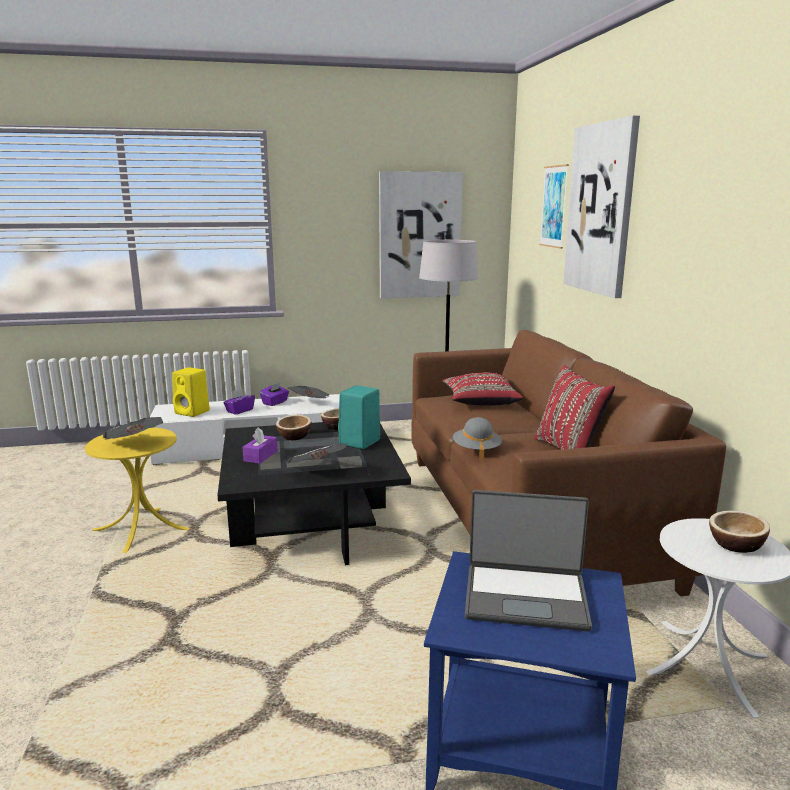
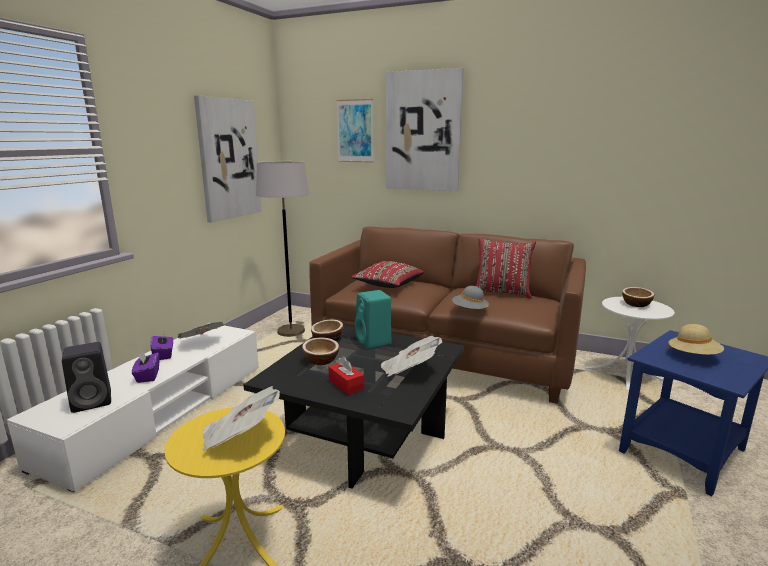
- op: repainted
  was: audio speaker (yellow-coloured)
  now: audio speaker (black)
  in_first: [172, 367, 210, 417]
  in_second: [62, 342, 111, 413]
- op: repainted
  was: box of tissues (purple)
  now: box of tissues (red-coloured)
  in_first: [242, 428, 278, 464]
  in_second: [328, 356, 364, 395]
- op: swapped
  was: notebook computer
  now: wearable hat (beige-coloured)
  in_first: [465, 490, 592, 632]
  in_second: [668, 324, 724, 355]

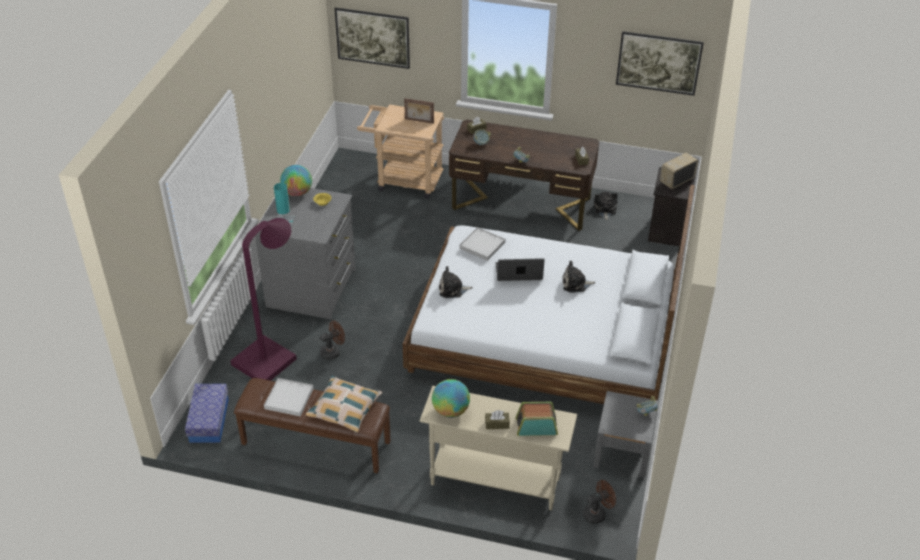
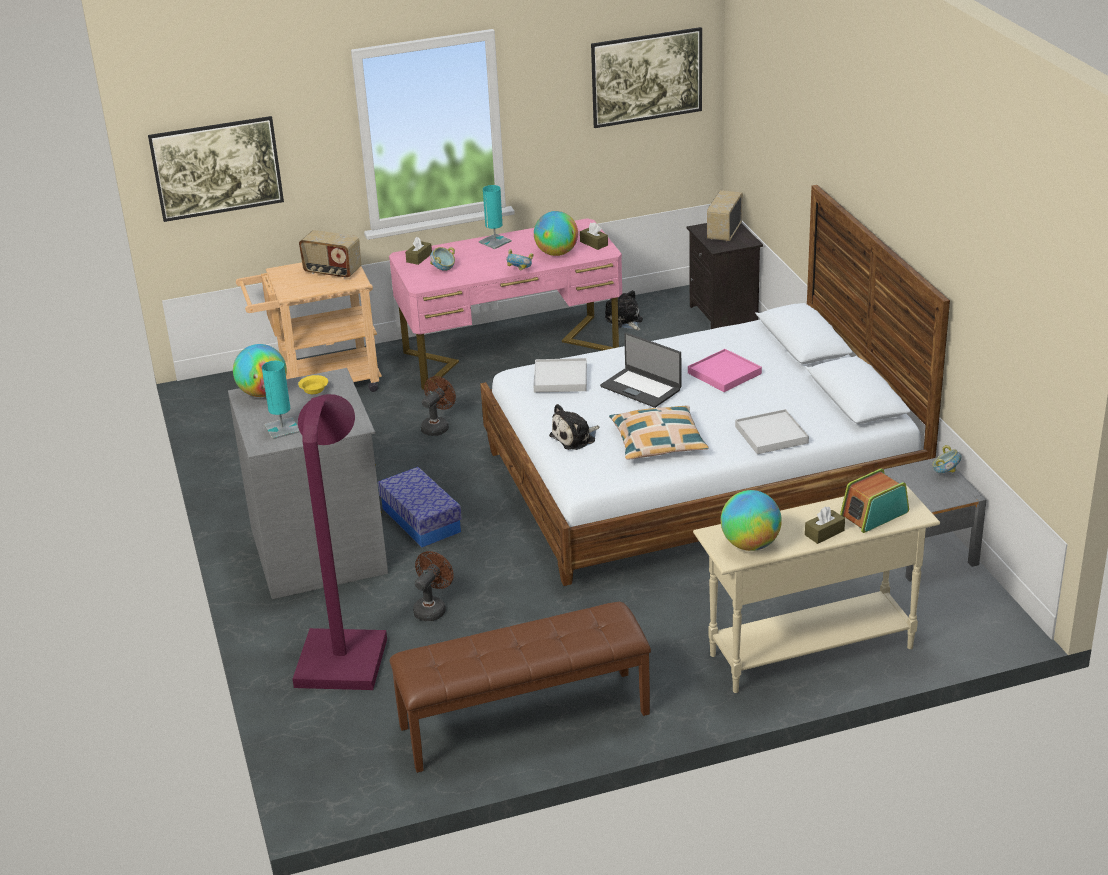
- op: shifted
  was: storage box
  in_first: [185, 384, 229, 443]
  in_second: [378, 467, 462, 547]
- op: shifted
  was: tray (white)
  in_first: [264, 378, 314, 416]
  in_second: [735, 409, 809, 454]
- op: shifted
  was: pillow
  in_first: [306, 376, 382, 433]
  in_second: [609, 406, 709, 459]
- op: swapped
  was: photo frame
  now: radio set
  in_first: [404, 98, 434, 123]
  in_second: [299, 230, 361, 279]
- op: repainted
  was: desk table (brownish)
  now: desk table (pink)
  in_first: [449, 120, 599, 231]
  in_second: [389, 218, 622, 390]
- op: rotated
  was: notebook computer
  in_first: [496, 258, 545, 281]
  in_second: [600, 332, 681, 408]
  clockwise: -105
- op: swapped
  was: plush toy
  now: tray (pink)
  in_first: [562, 261, 595, 293]
  in_second: [688, 349, 762, 392]
- op: shifted
  was: fan (brownish)
  in_first: [583, 480, 616, 524]
  in_second: [421, 376, 456, 436]
- op: new
  now: lamp for a table (turquoise)
  in_second: [479, 185, 511, 249]
- op: new
  now: desk globe
  in_second: [534, 211, 578, 256]

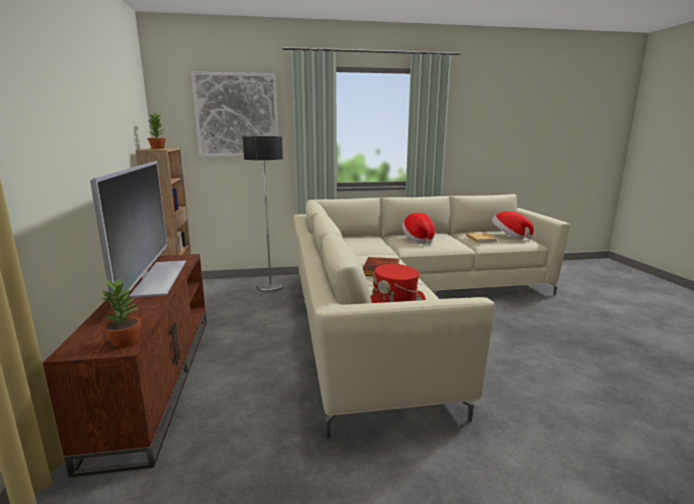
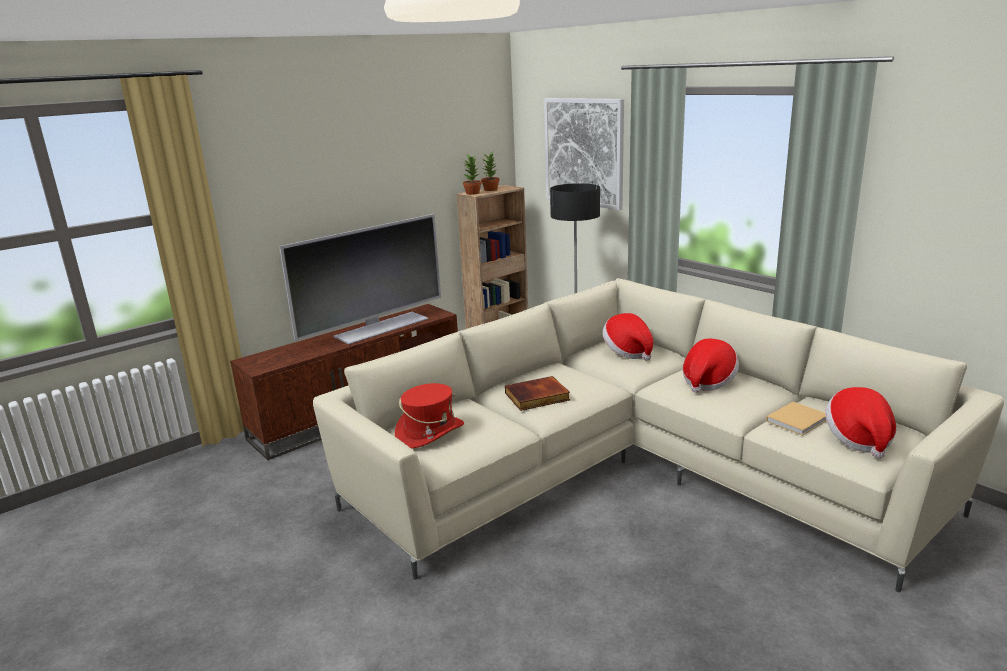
- op: shifted
  was: plant in a pot
  in_first: [101, 278, 141, 347]
  in_second: [463, 154, 482, 195]
- op: new
  now: wearable hat
  in_second: [602, 313, 653, 360]

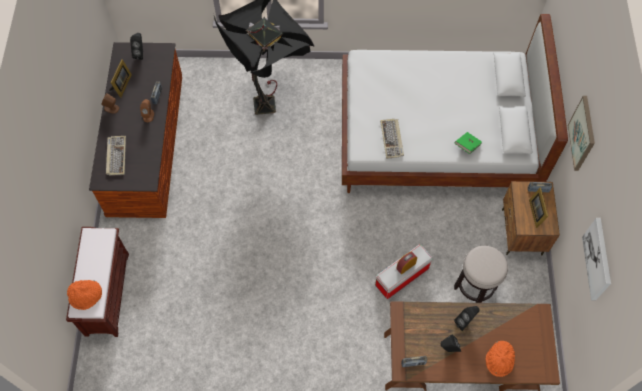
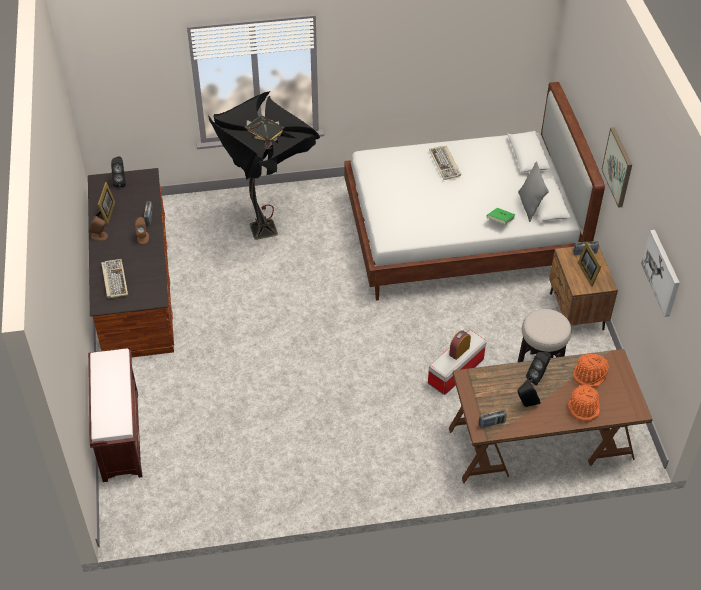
- op: shifted
  was: wearable hat (orangey)
  in_first: [67, 280, 102, 310]
  in_second: [573, 354, 609, 387]
- op: shifted
  was: PC keyboard
  in_first: [380, 119, 404, 159]
  in_second: [429, 146, 461, 180]
- op: new
  now: pillow (gray)
  in_second: [518, 161, 549, 222]

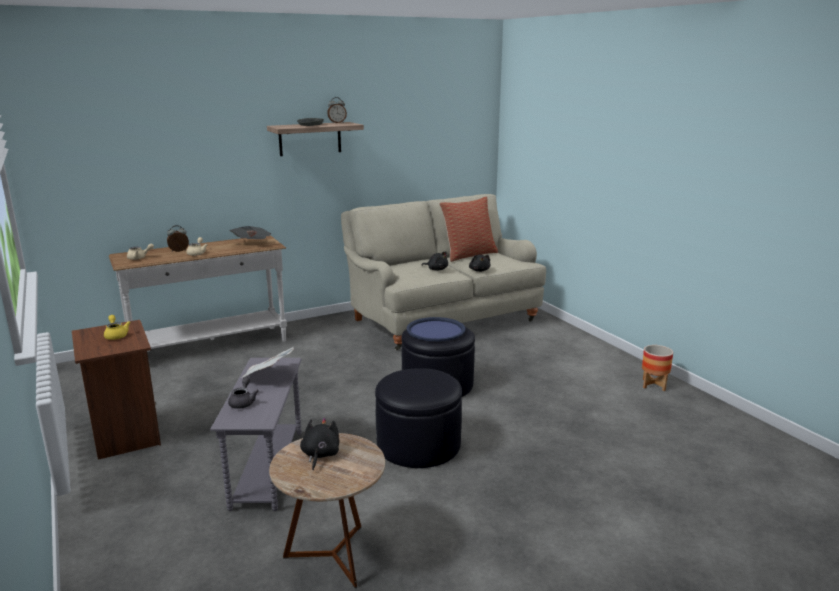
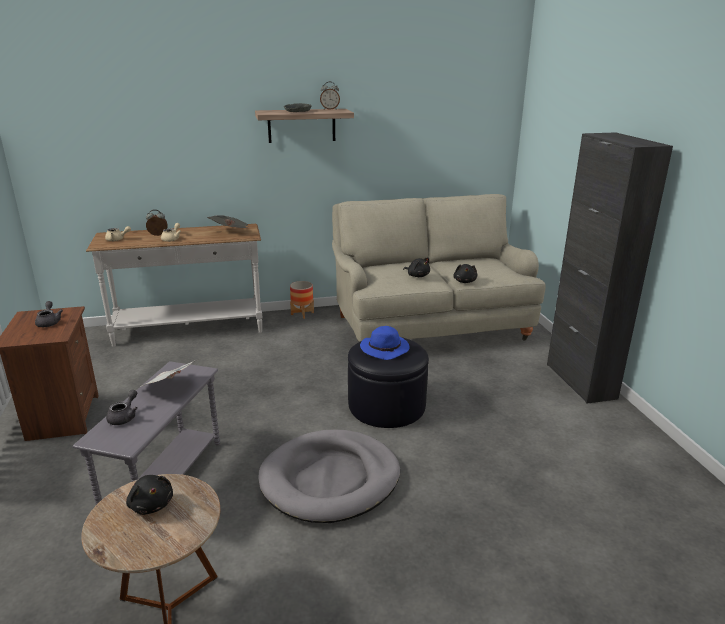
- op: repainted
  was: tea pot (yellow-coloured)
  now: tea pot (gray)
  in_first: [104, 315, 131, 340]
  in_second: [35, 301, 63, 327]
- op: rotated
  was: plush toy (black)
  in_first: [300, 418, 339, 470]
  in_second: [126, 475, 173, 515]
  clockwise: 120
- op: swapped
  was: footrest (black)
  now: dog cushion (gray)
  in_first: [375, 368, 462, 468]
  in_second: [258, 429, 400, 523]
- op: swapped
  was: tray (bluish)
  now: wearable hat (bluish)
  in_first: [407, 317, 465, 341]
  in_second: [360, 326, 410, 360]
- op: gone
  was: pillow
  in_first: [439, 197, 498, 262]
- op: shifted
  was: plant pot
  in_first: [642, 345, 673, 391]
  in_second: [290, 281, 314, 319]
- op: new
  now: cabinet (black)
  in_second: [547, 132, 673, 404]

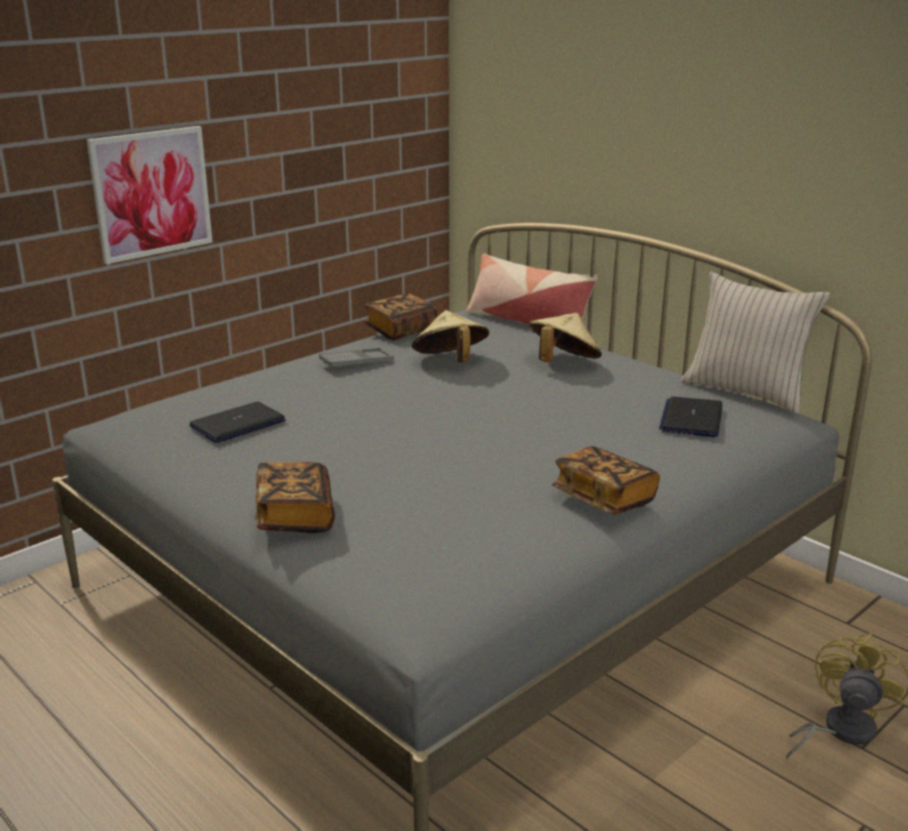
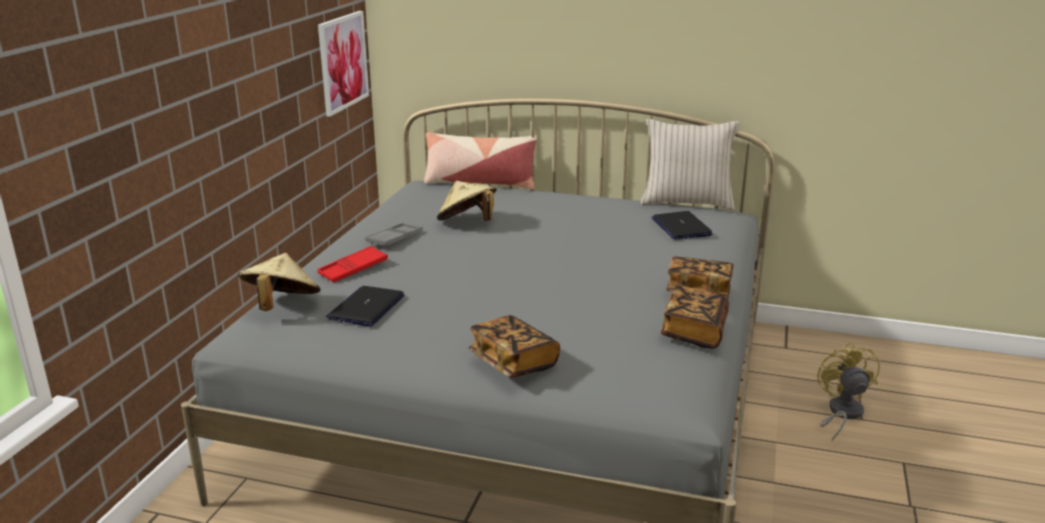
- op: shifted
  was: wall art
  in_first: [86, 126, 213, 264]
  in_second: [318, 11, 369, 117]
- op: shifted
  was: book
  in_first: [364, 293, 437, 340]
  in_second: [660, 285, 729, 349]
- op: shifted
  was: wearable hat (beige-coloured)
  in_first: [529, 313, 602, 362]
  in_second: [238, 253, 321, 311]
- op: new
  now: tray (red-coloured)
  in_second: [317, 246, 388, 283]

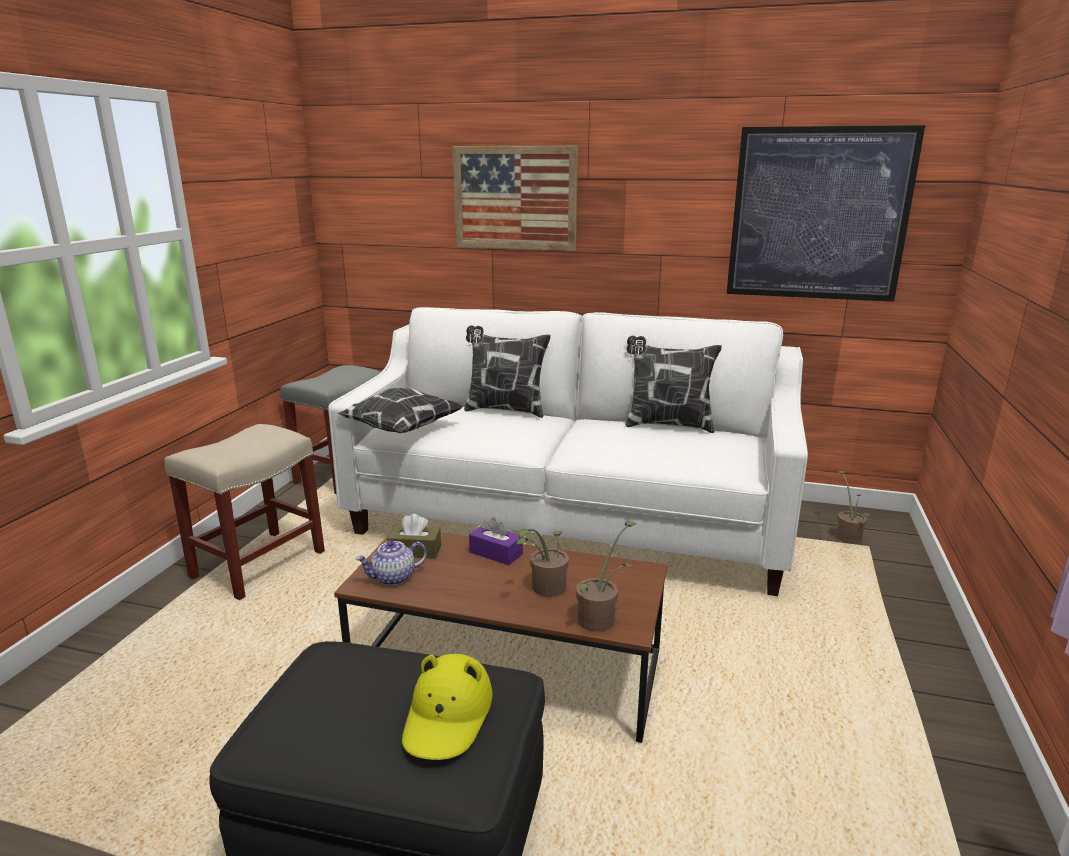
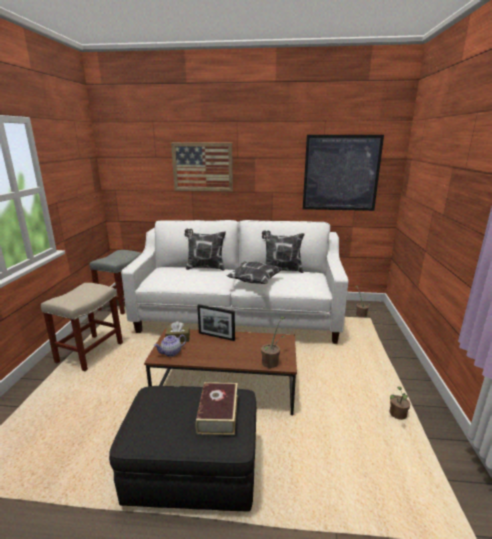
- op: shifted
  was: pillow
  in_first: [338, 388, 463, 434]
  in_second: [227, 261, 283, 284]
- op: swapped
  was: wearable hat (yellow-coloured)
  now: book
  in_first: [402, 654, 493, 760]
  in_second: [195, 382, 238, 435]
- op: swapped
  was: box of tissues (purple)
  now: photo frame
  in_first: [469, 517, 523, 565]
  in_second: [197, 304, 235, 341]
- op: shifted
  was: plant in a pot
  in_first: [516, 529, 569, 597]
  in_second: [389, 386, 410, 420]

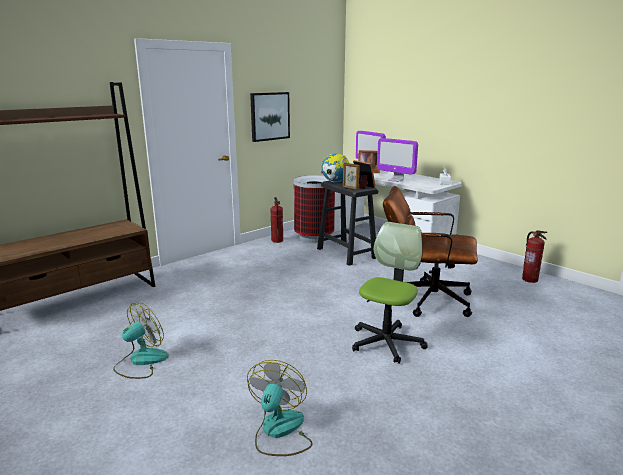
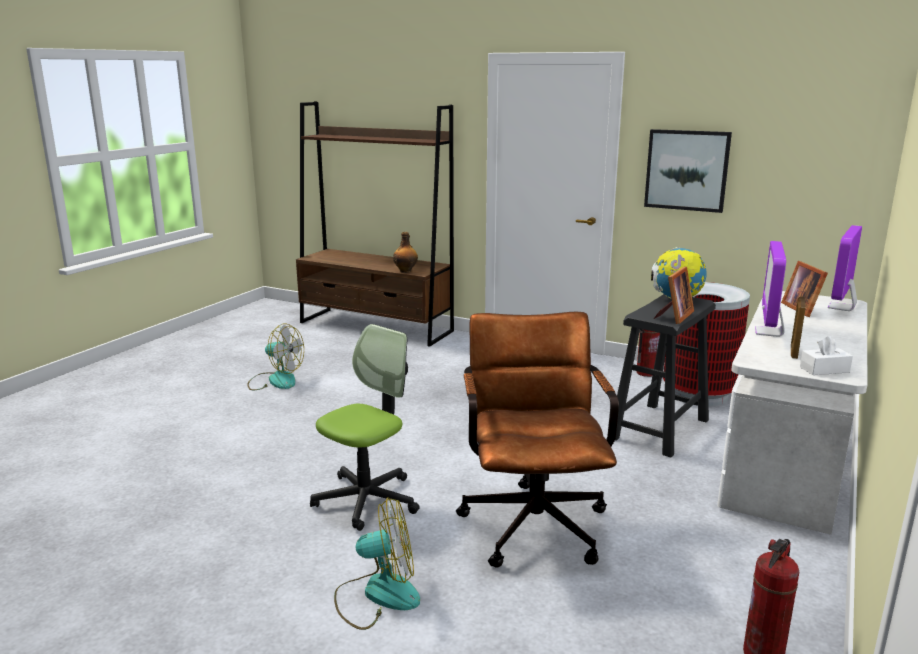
- op: shifted
  was: fan
  in_first: [247, 360, 313, 456]
  in_second: [334, 497, 420, 630]
- op: shifted
  was: photo frame
  in_first: [343, 163, 360, 190]
  in_second: [791, 297, 805, 359]
- op: rotated
  was: computer chair
  in_first: [352, 222, 428, 364]
  in_second: [310, 324, 420, 531]
  clockwise: -60
- op: new
  now: bottle
  in_second: [393, 232, 418, 273]

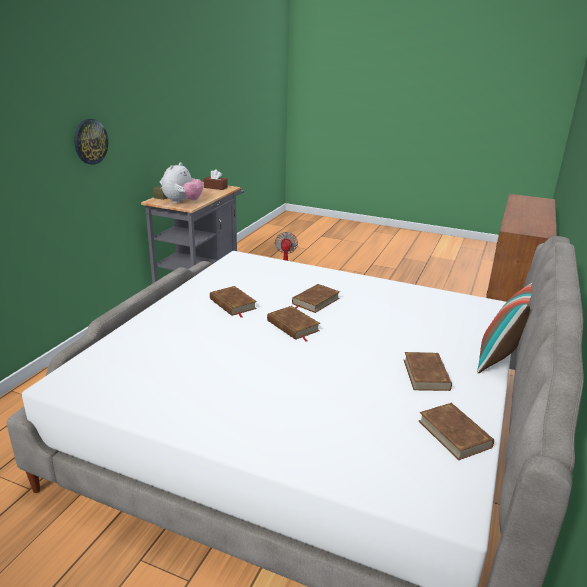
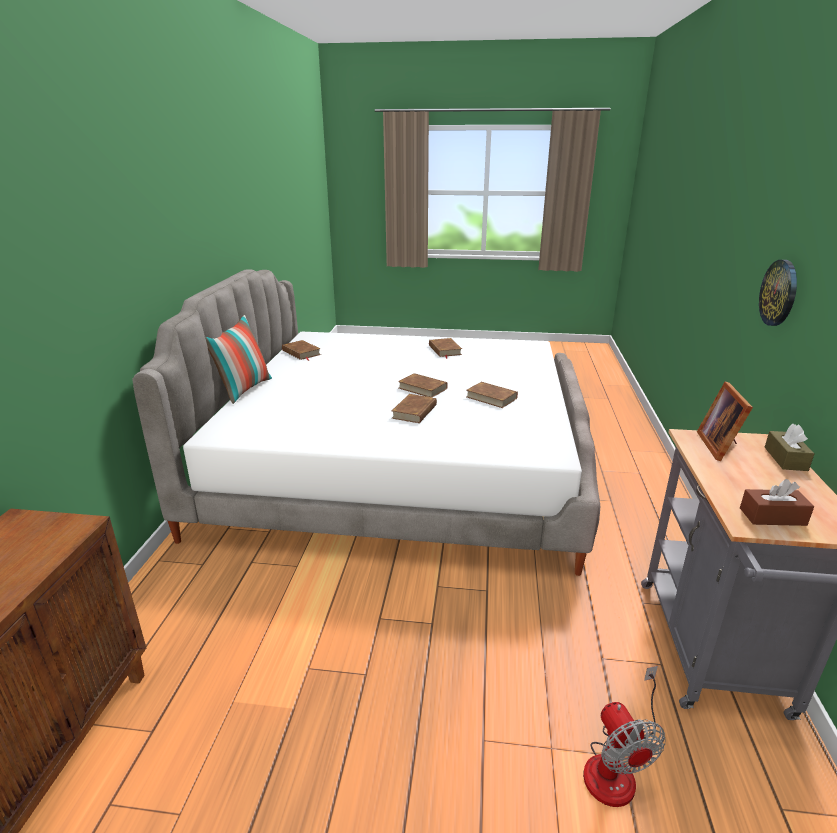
- op: swapped
  was: plush toy
  now: photo frame
  in_first: [162, 162, 203, 204]
  in_second: [697, 381, 753, 461]
- op: shifted
  was: book (brownish)
  in_first: [404, 352, 452, 391]
  in_second: [429, 338, 462, 359]

